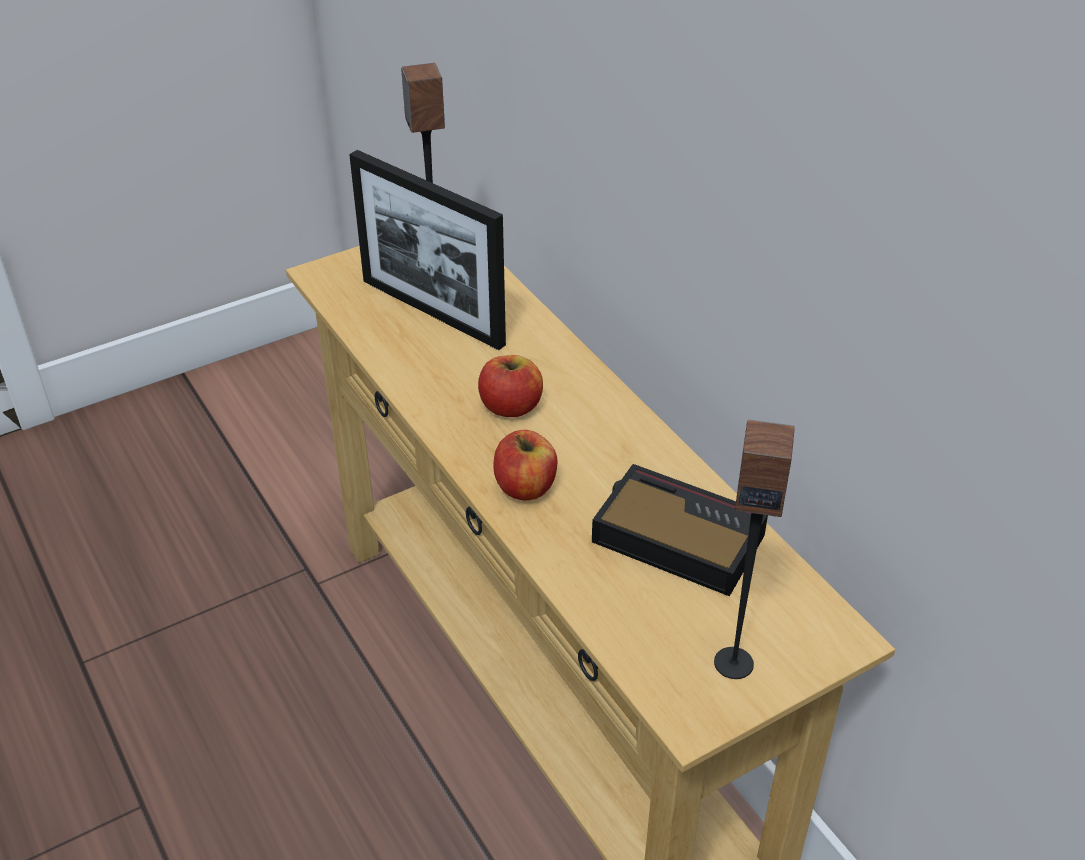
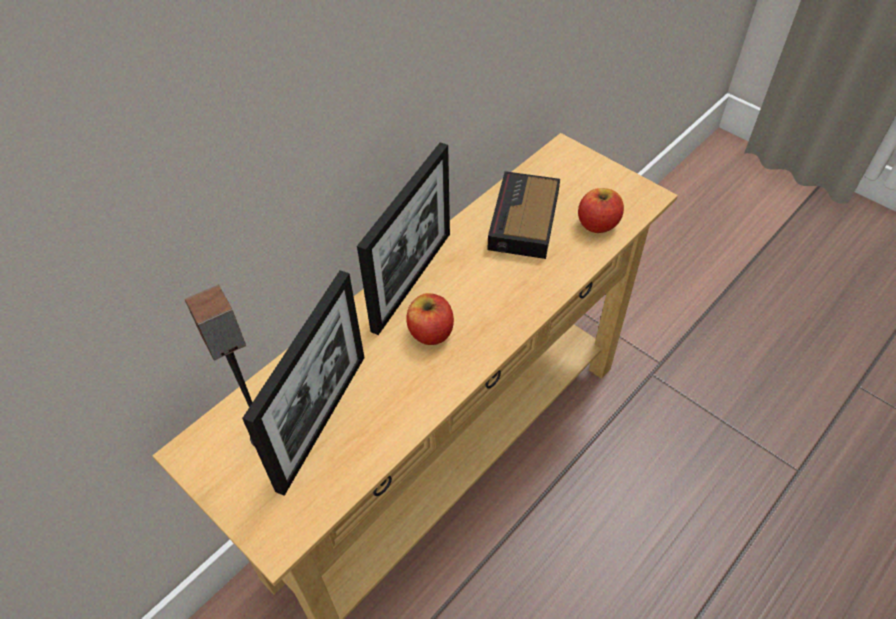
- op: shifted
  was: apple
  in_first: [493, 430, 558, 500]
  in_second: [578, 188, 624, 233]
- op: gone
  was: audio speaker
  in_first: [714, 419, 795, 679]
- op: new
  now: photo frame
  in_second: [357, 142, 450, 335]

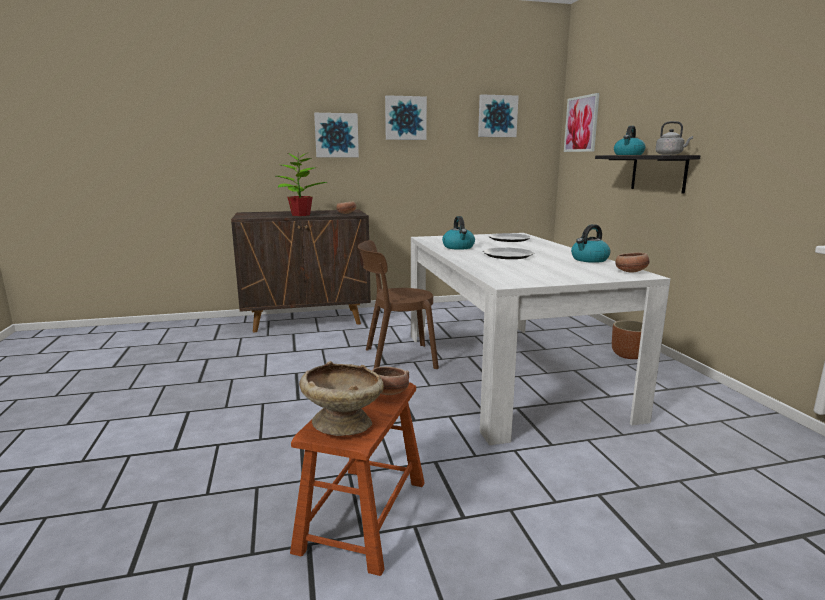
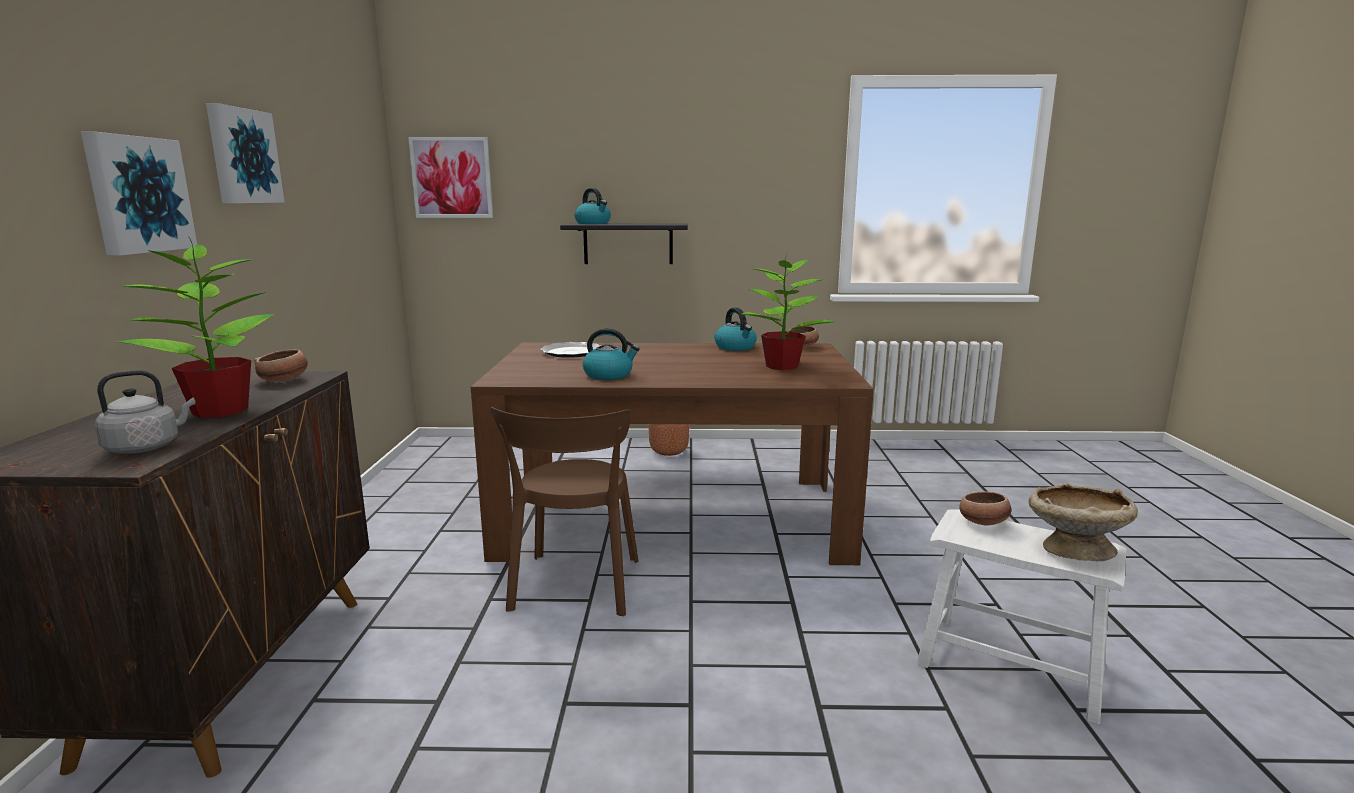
- op: repainted
  was: stool seat (brownish)
  now: stool seat (white)
  in_first: [290, 383, 425, 576]
  in_second: [917, 509, 1126, 724]
- op: repainted
  was: dining table (white)
  now: dining table (brownish)
  in_first: [411, 233, 670, 445]
  in_second: [471, 342, 874, 565]
- op: gone
  was: wall art
  in_first: [478, 94, 519, 137]
- op: gone
  was: flat dish
  in_first: [483, 248, 534, 259]
- op: shifted
  was: kettle (gray)
  in_first: [655, 121, 693, 155]
  in_second: [95, 370, 195, 453]
- op: new
  now: plant in a pot
  in_second: [742, 254, 836, 370]

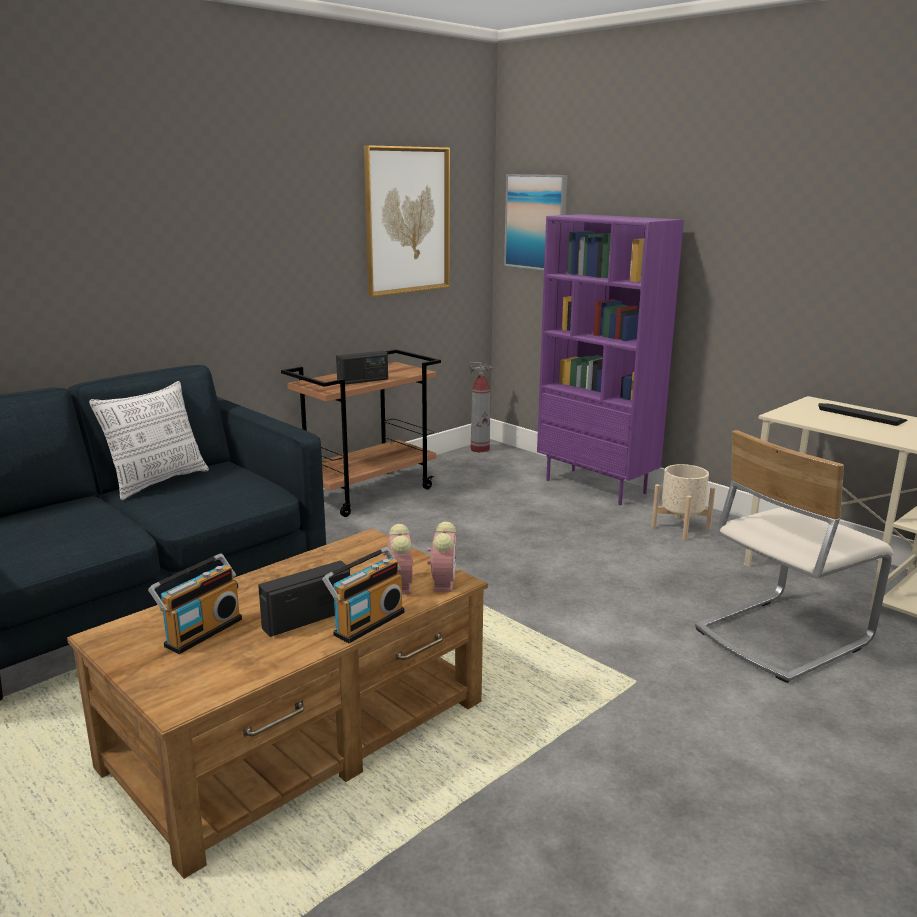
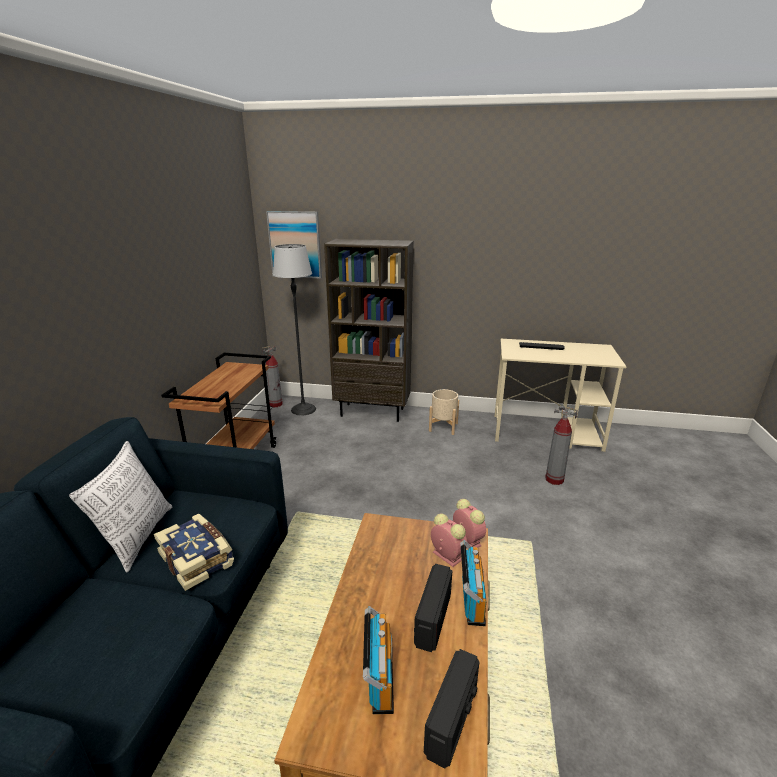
- op: shifted
  was: radio set
  in_first: [336, 351, 388, 384]
  in_second: [424, 649, 479, 769]
- op: gone
  was: wall art
  in_first: [364, 145, 450, 297]
- op: repainted
  was: bookshelf (purple)
  now: bookshelf (brownish)
  in_first: [537, 214, 684, 505]
  in_second: [324, 239, 414, 422]
- op: swapped
  was: chair (beige-coloured)
  now: fire extinguisher
  in_first: [695, 430, 893, 683]
  in_second: [545, 405, 578, 485]
- op: new
  now: book
  in_second: [154, 514, 234, 591]
- op: new
  now: floor lamp
  in_second: [273, 244, 316, 415]

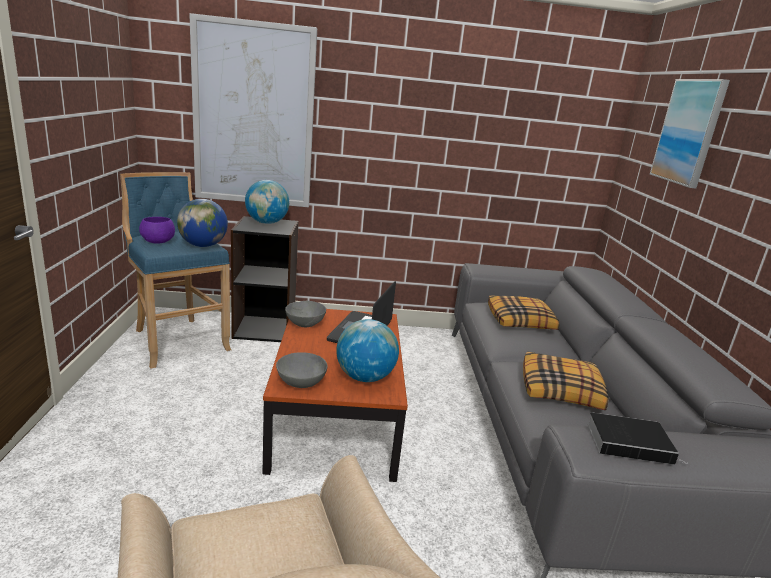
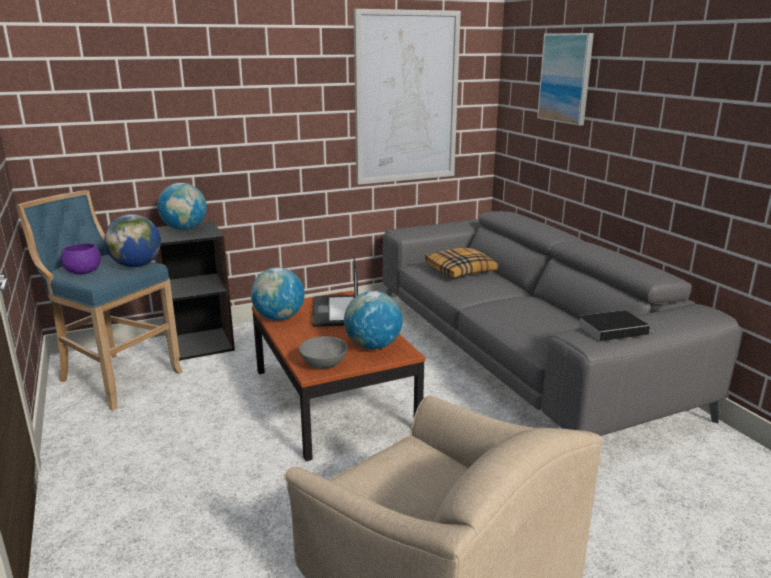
- op: shifted
  was: wall art
  in_first: [189, 13, 317, 207]
  in_second: [353, 9, 461, 185]
- op: swapped
  was: serving bowl (gray)
  now: desk globe
  in_first: [285, 301, 326, 327]
  in_second: [251, 268, 304, 321]
- op: gone
  was: pillow
  in_first: [523, 351, 609, 410]

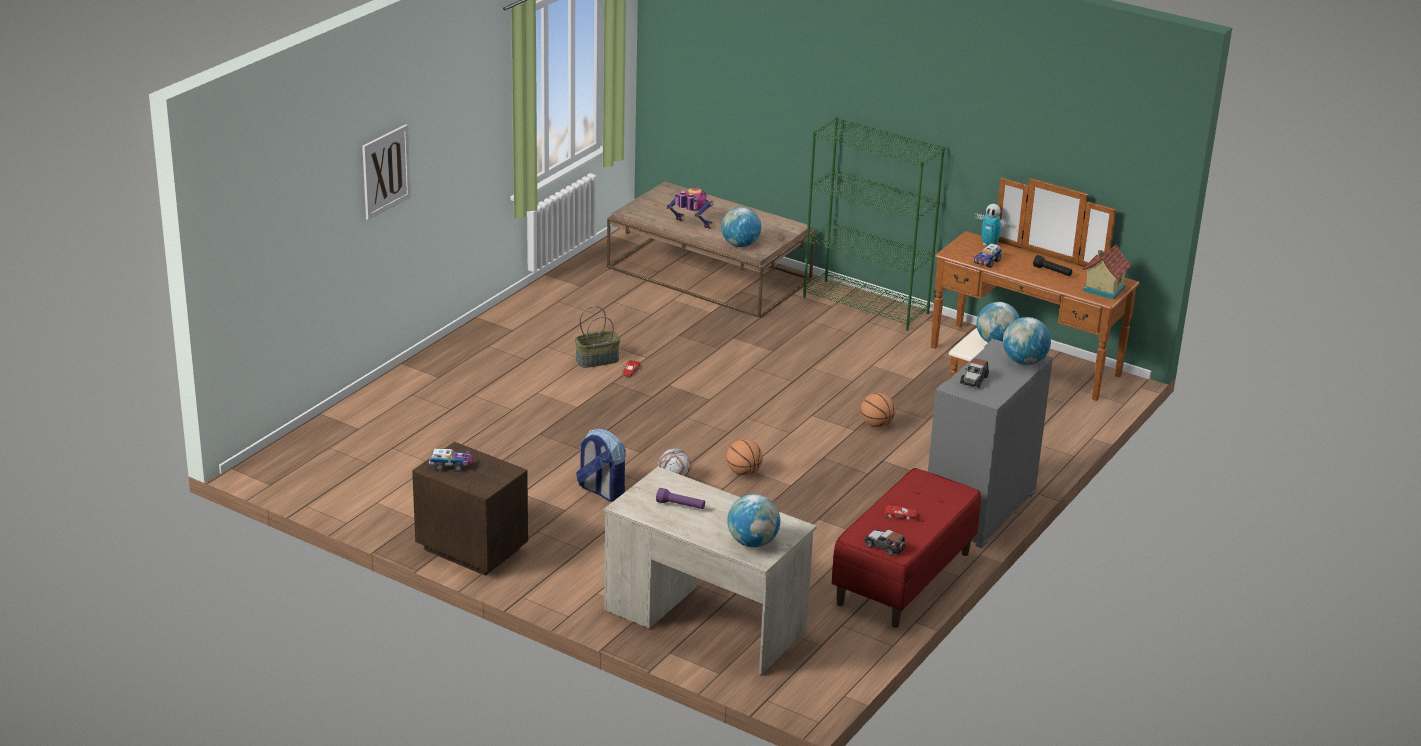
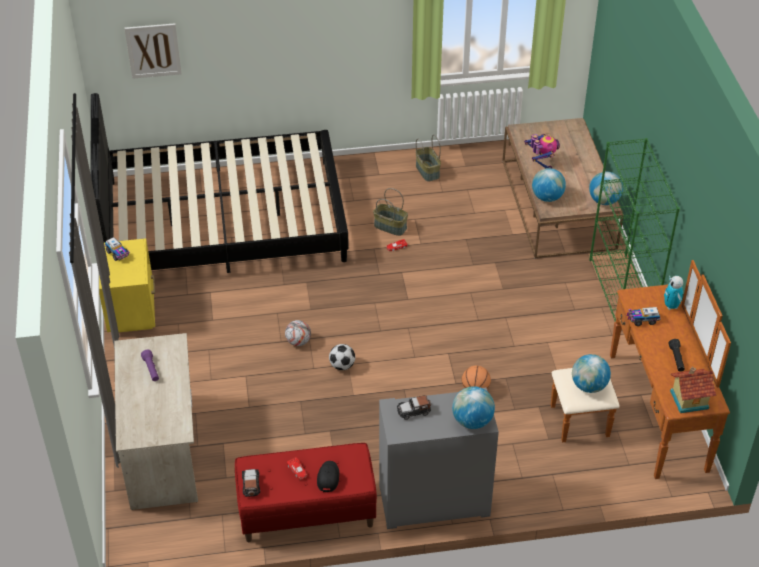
- op: shifted
  was: wall art
  in_first: [362, 124, 411, 220]
  in_second: [125, 23, 182, 79]
- op: repainted
  was: night table (brownish)
  now: night table (yellow-coloured)
  in_first: [412, 442, 528, 576]
  in_second: [99, 238, 155, 332]
- op: gone
  was: backpack
  in_first: [576, 429, 626, 502]
- op: swapped
  was: basketball
  now: football ball
  in_first: [726, 439, 763, 476]
  in_second: [329, 344, 355, 370]
- op: shifted
  was: desk globe
  in_first: [727, 494, 780, 547]
  in_second: [589, 172, 623, 205]
- op: new
  now: bed (black)
  in_second: [91, 93, 349, 273]
- op: new
  now: peaked cap (black)
  in_second: [317, 461, 339, 492]
- op: new
  now: storage basket
  in_second: [416, 134, 441, 181]

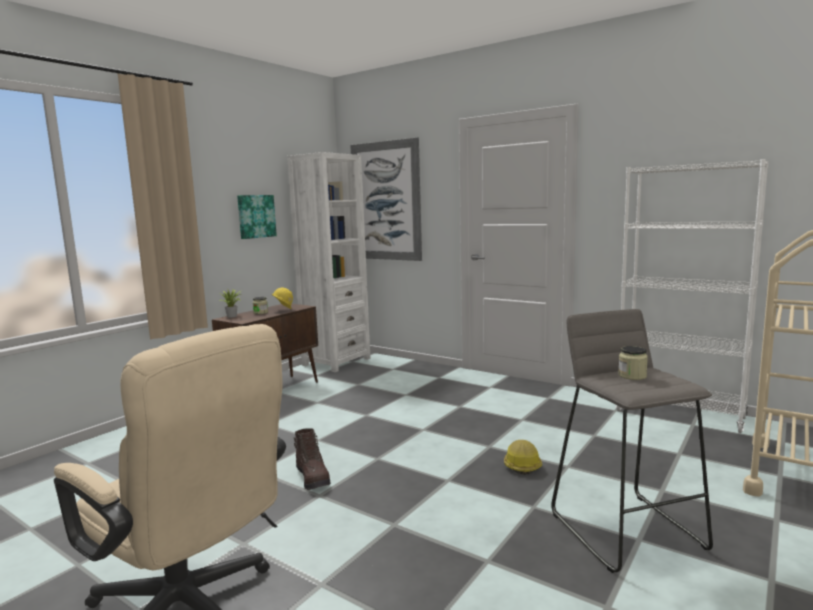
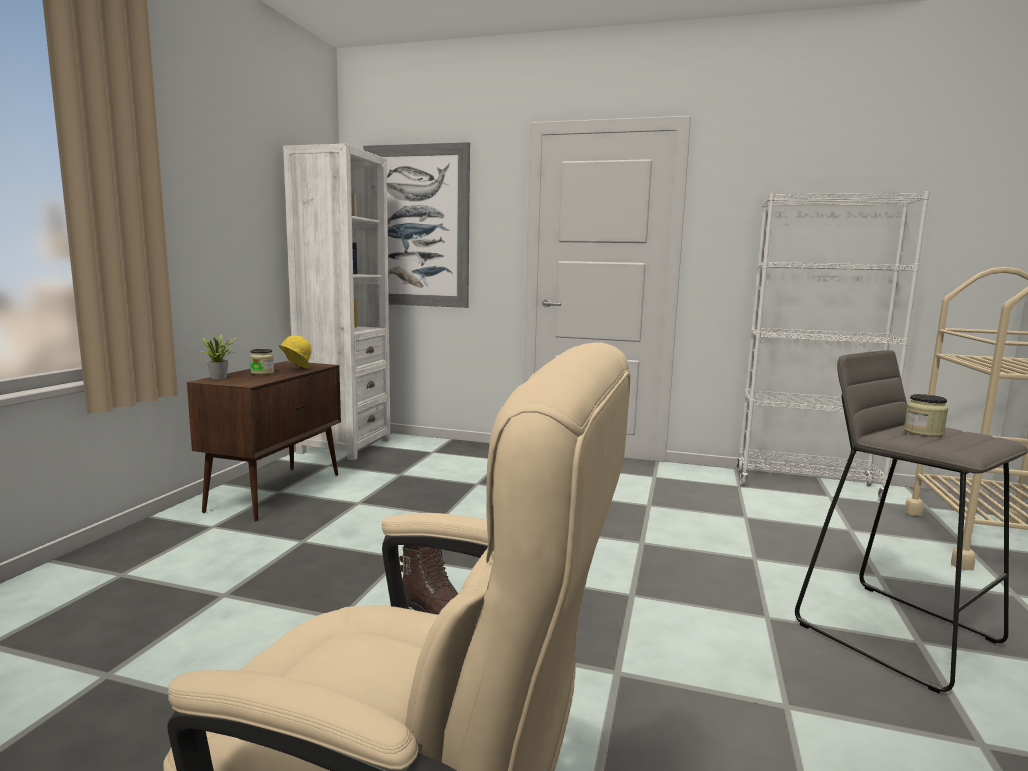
- op: gone
  was: wall art
  in_first: [237, 195, 277, 239]
- op: gone
  was: hard hat
  in_first: [504, 440, 542, 475]

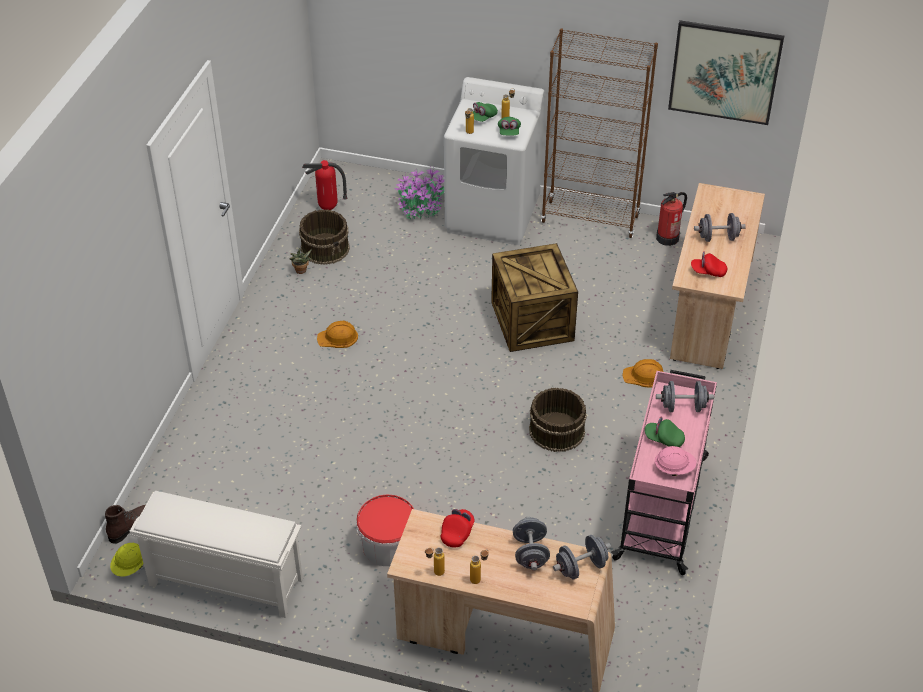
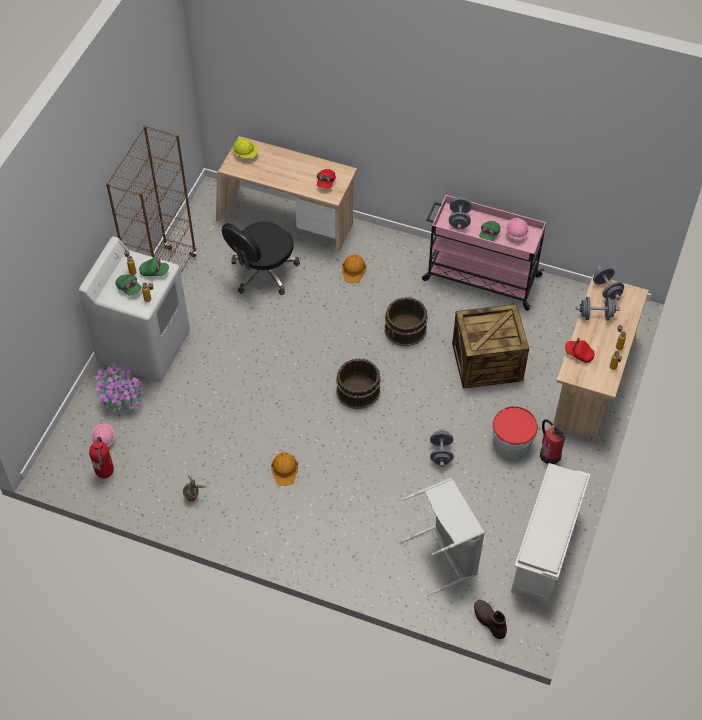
- op: shifted
  was: hard hat (yellow-coloured)
  in_first: [110, 543, 144, 577]
  in_second: [233, 138, 259, 158]
- op: shifted
  was: bucket (brownish)
  in_first: [299, 209, 350, 265]
  in_second: [336, 358, 381, 409]
- op: shifted
  was: crate
  in_first: [491, 243, 578, 352]
  in_second: [452, 304, 529, 389]
- op: shifted
  was: fire extinguisher
  in_first: [656, 192, 687, 246]
  in_second: [540, 419, 567, 464]
- op: gone
  was: wall art
  in_first: [668, 20, 784, 125]
- op: shifted
  was: free weight (gray)
  in_first: [694, 213, 746, 242]
  in_second: [430, 429, 454, 467]
- op: new
  now: hard hat (pink)
  in_second: [91, 423, 115, 446]
- op: new
  now: computer chair (black)
  in_second: [222, 221, 300, 295]
- op: new
  now: laundry basket (gray)
  in_second: [398, 477, 485, 596]

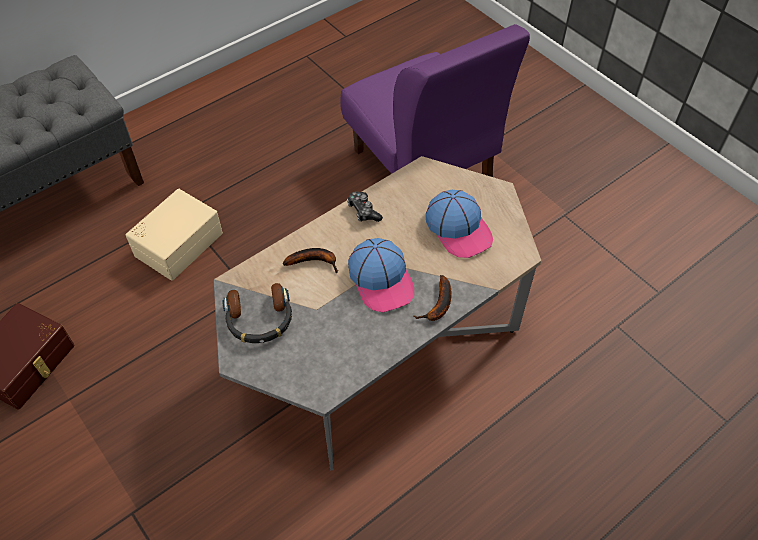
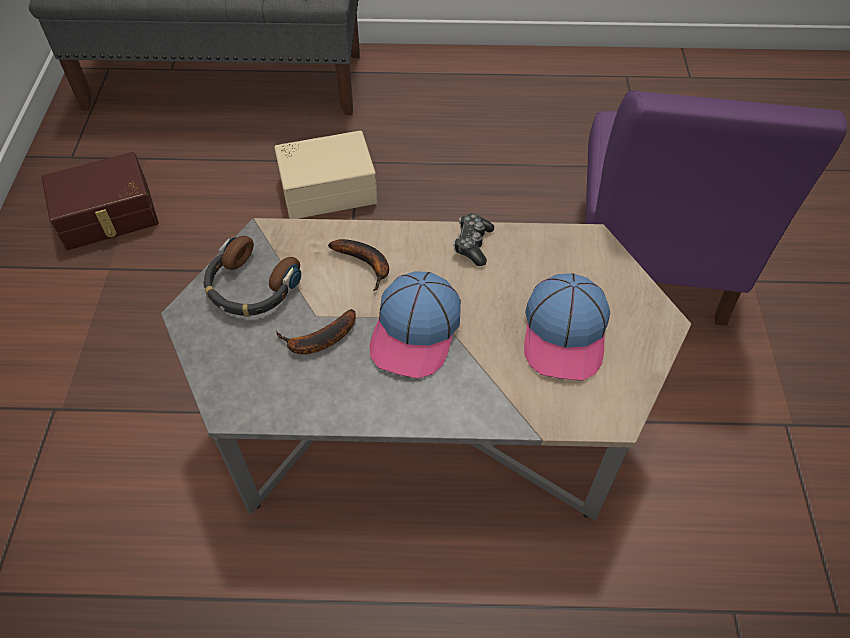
- op: shifted
  was: banana fruit
  in_first: [414, 275, 452, 321]
  in_second: [276, 309, 356, 354]

